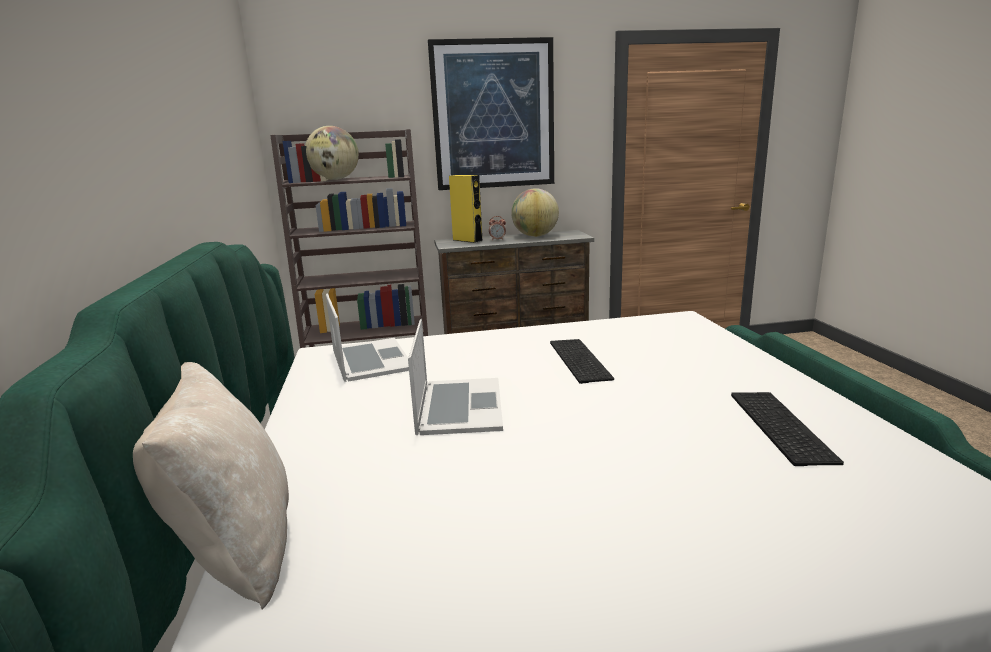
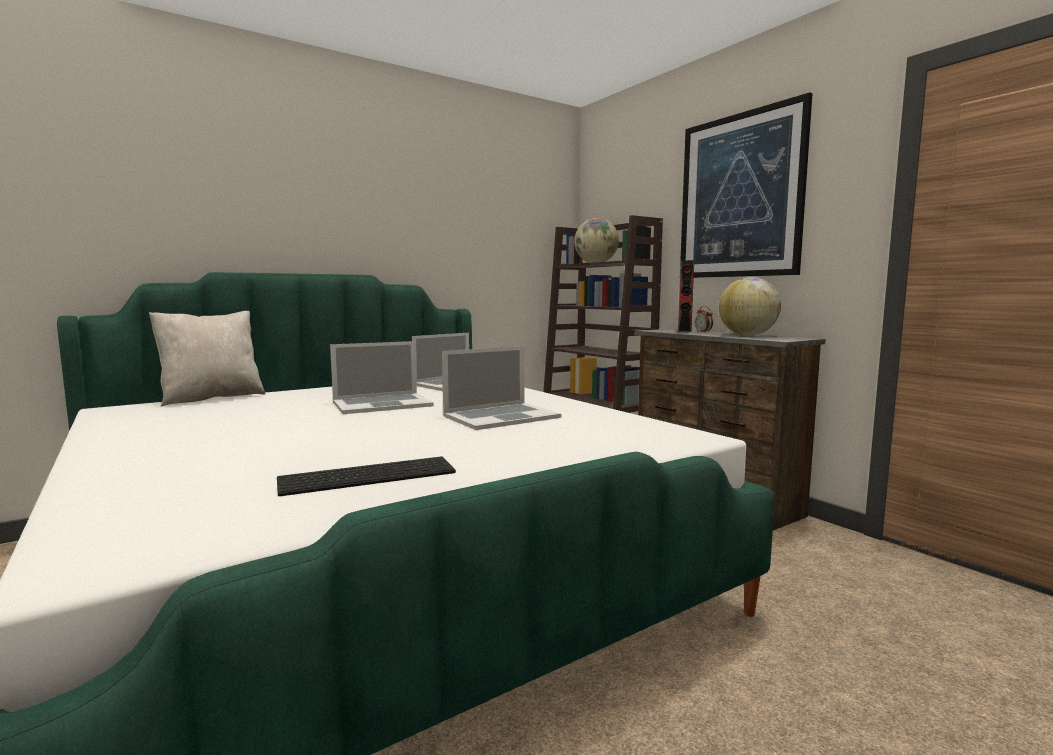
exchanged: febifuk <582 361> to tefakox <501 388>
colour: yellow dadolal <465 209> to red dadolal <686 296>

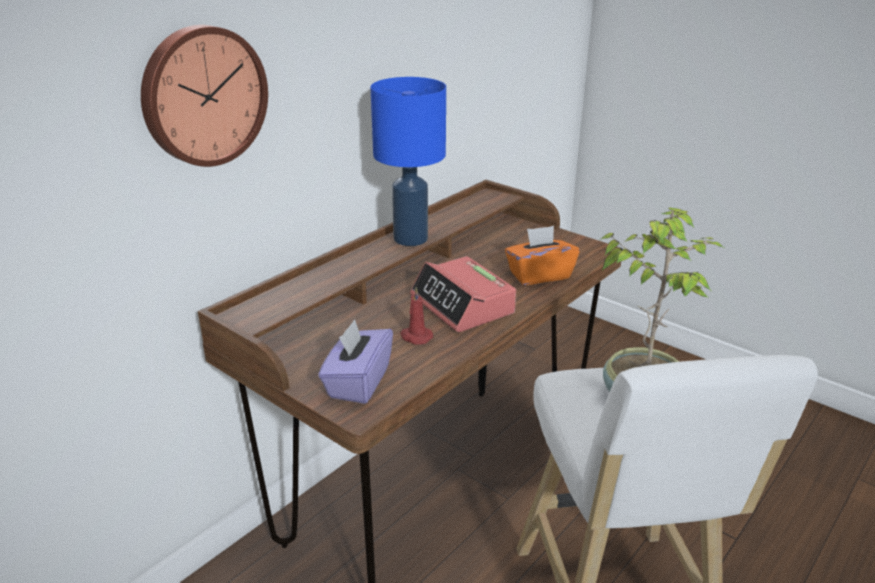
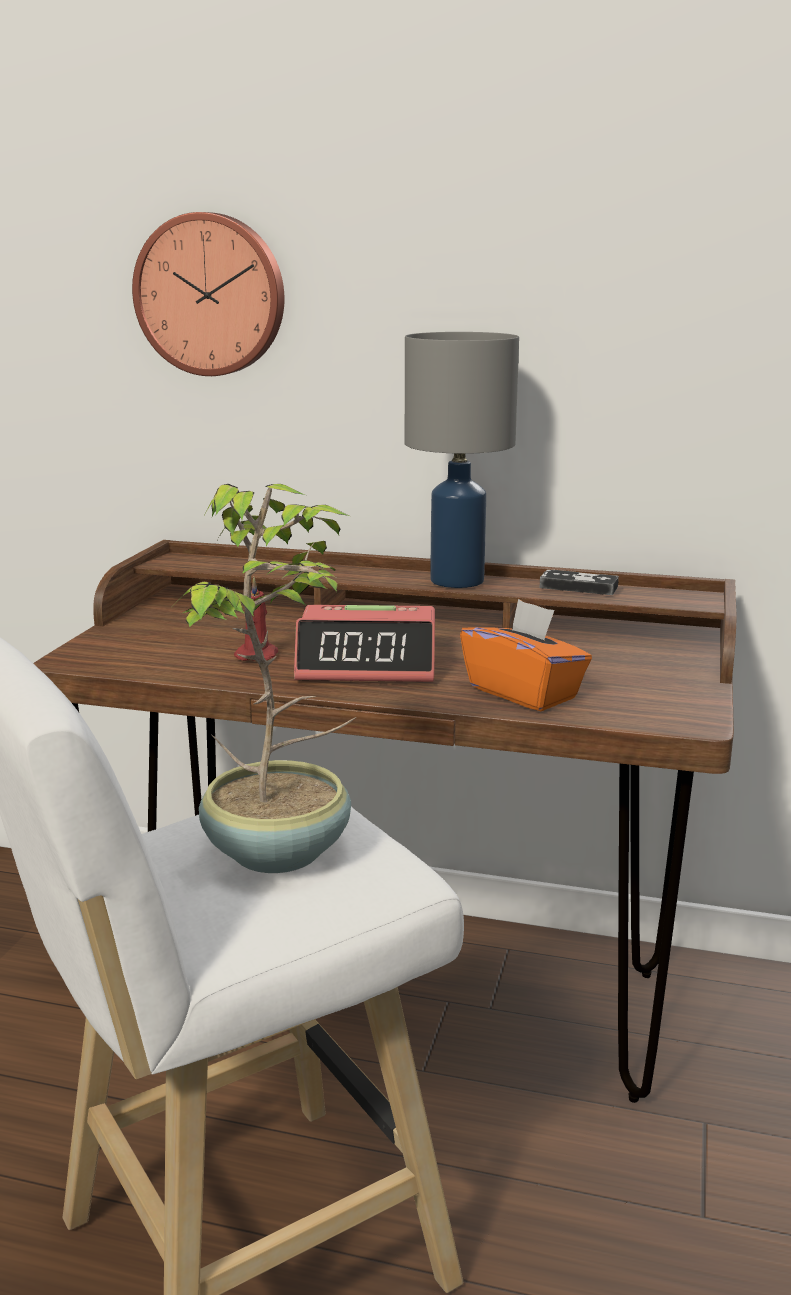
missing: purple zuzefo <355 361>
appeared: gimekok <579 582>
colour: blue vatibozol <408 161> to grey vatibozol <462 460>
spun: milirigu <463 294> = <364 643> 120 degrees counterclockwise

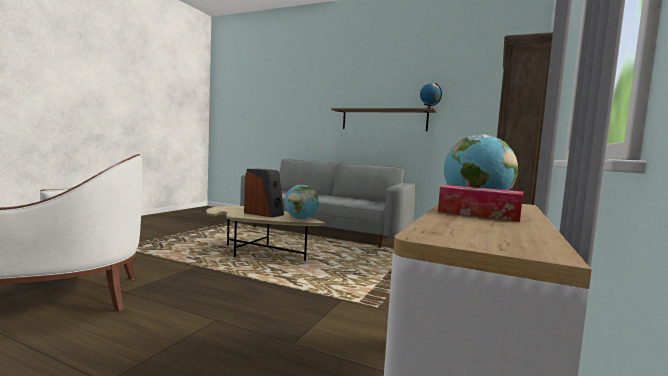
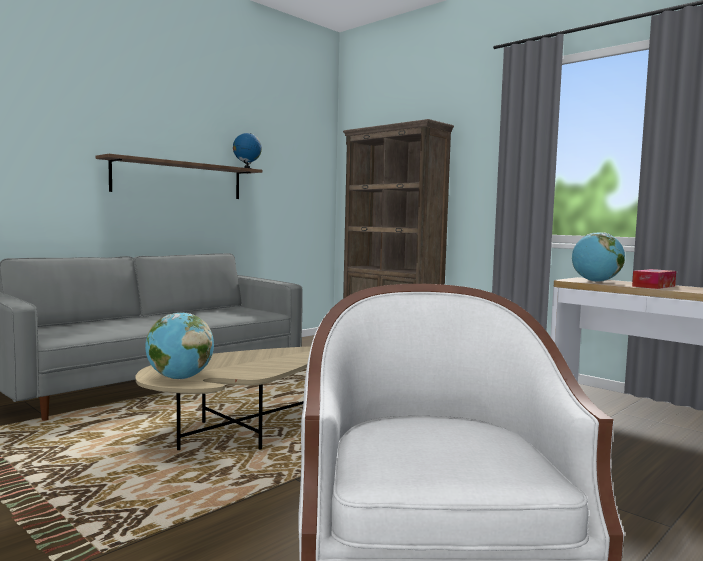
missing: dadolal <264 193>
relocated: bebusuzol <301 202> to <179 346>

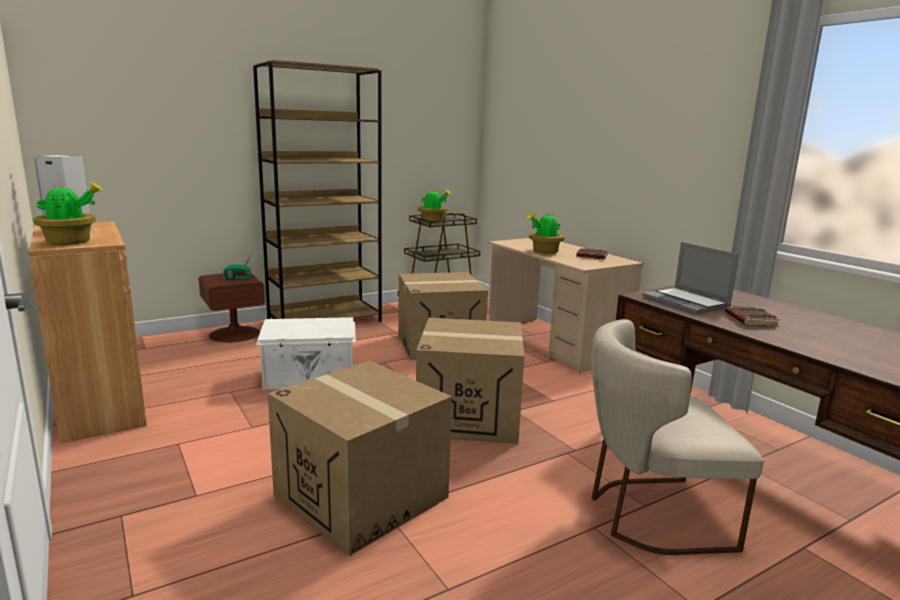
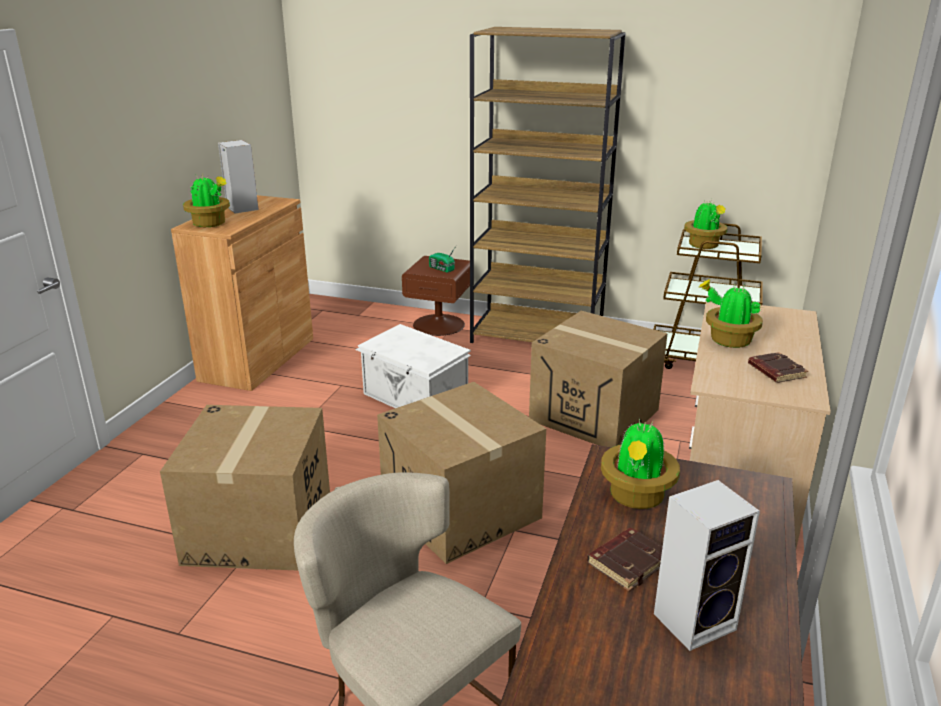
appeared: dadolal <707 565>
exchanged: tefakox <690 278> to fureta <640 464>

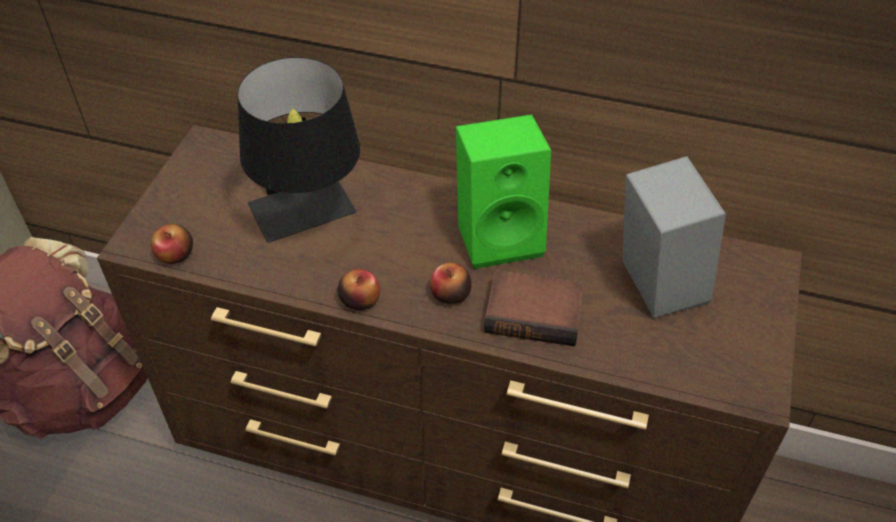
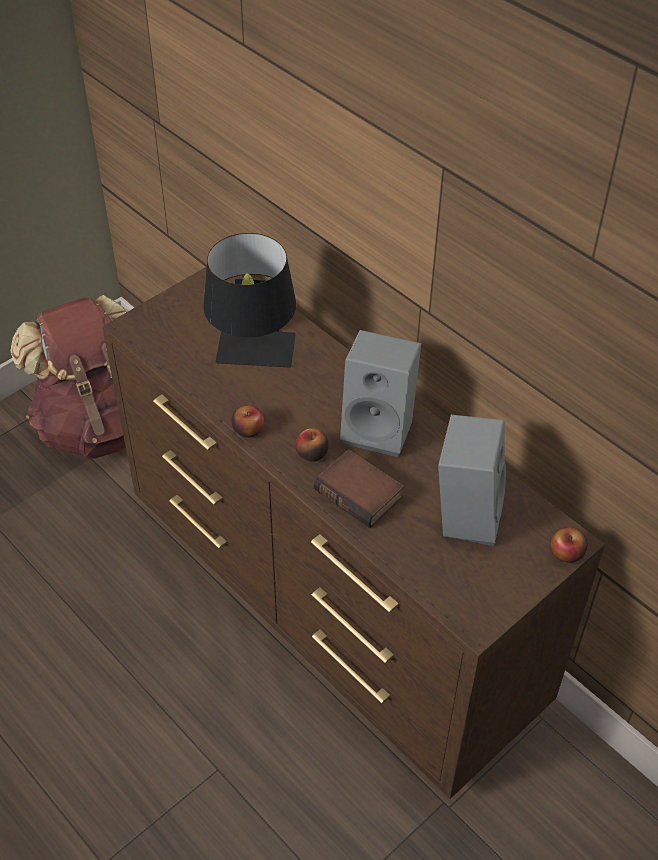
relocated: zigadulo <172 244> to <569 545>
colour: green dadolal <503 191> to grey dadolal <380 393>

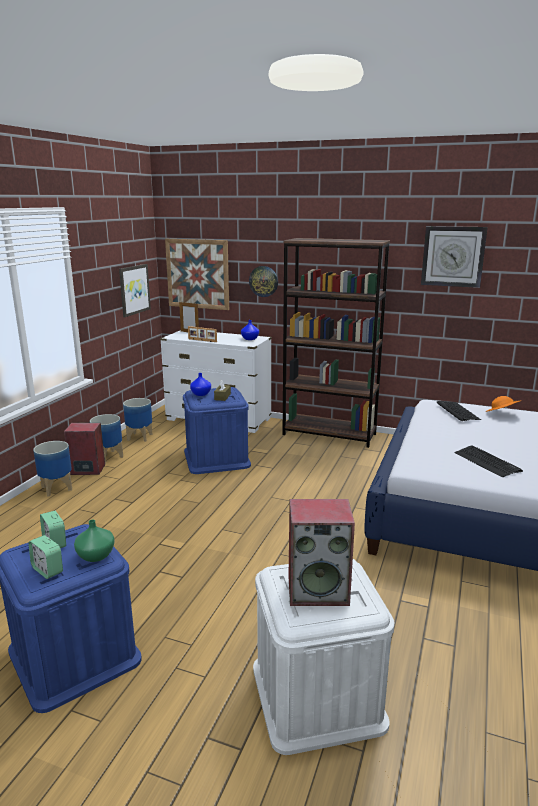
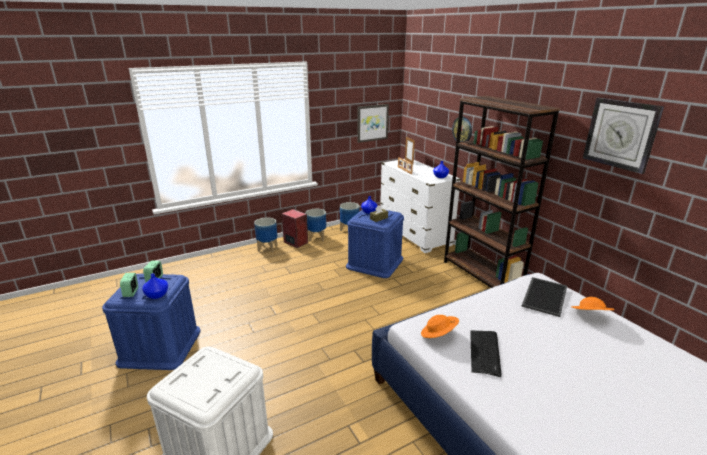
missing: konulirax <197 274>; dadolal <321 552>
appeared: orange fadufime <440 326>
exchanged: febifuk <458 411> to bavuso <544 297>
colour: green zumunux <94 541> to blue zumunux <155 286>

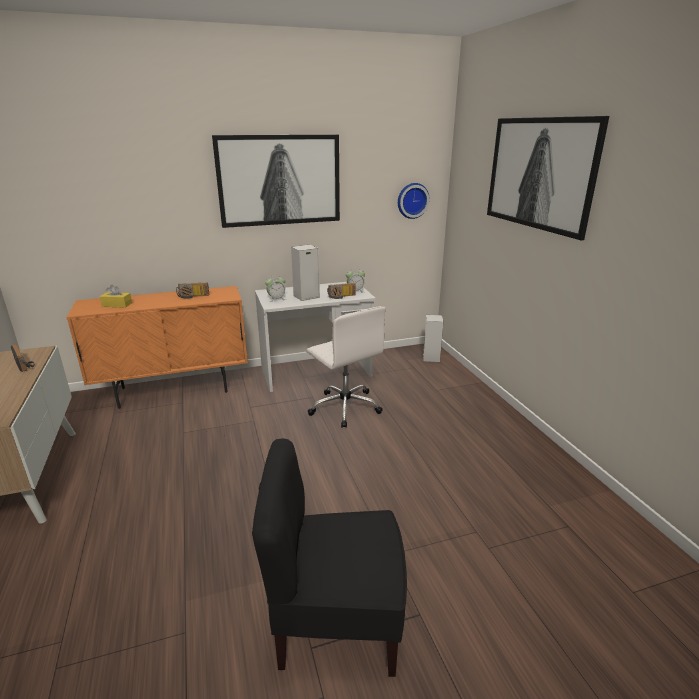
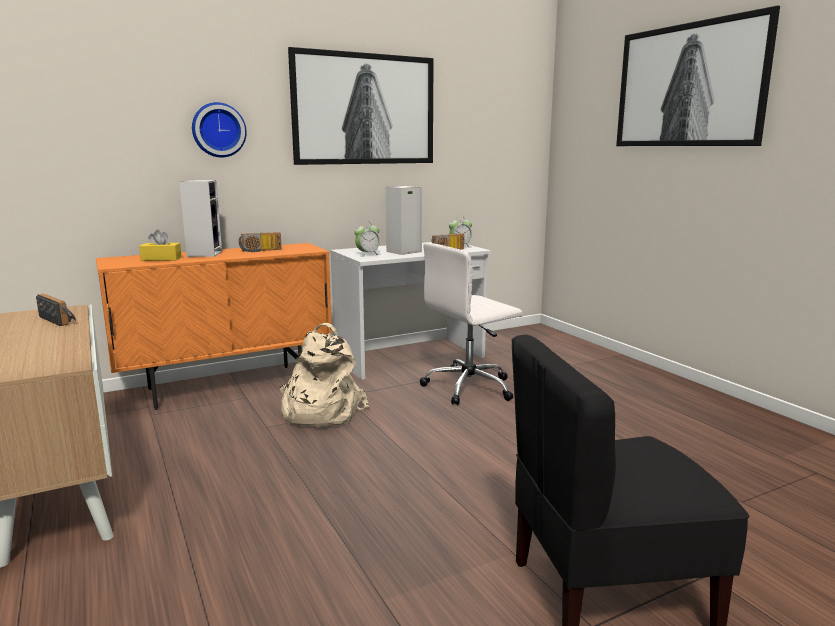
appeared: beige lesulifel <324 375>
relocated: dadolal <433 338> to <200 218>; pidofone <414 201> to <219 130>
spun: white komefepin <346 367> = <471 324> 105 degrees clockwise

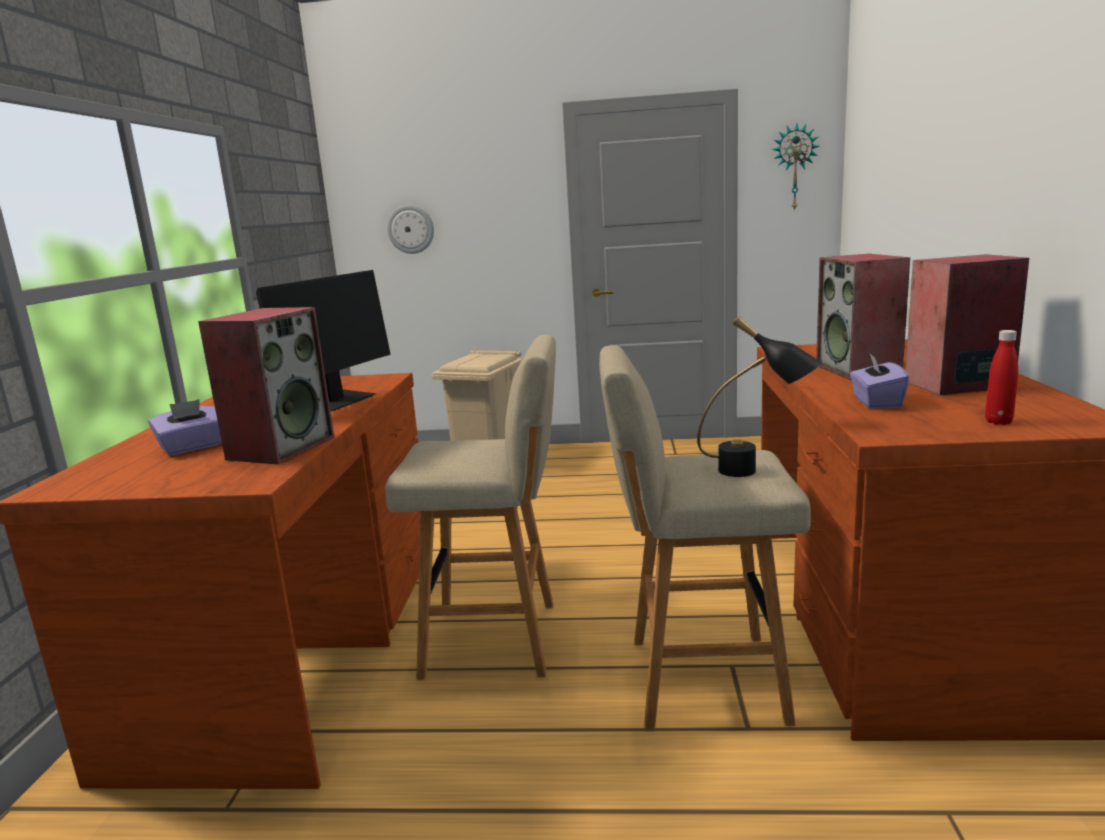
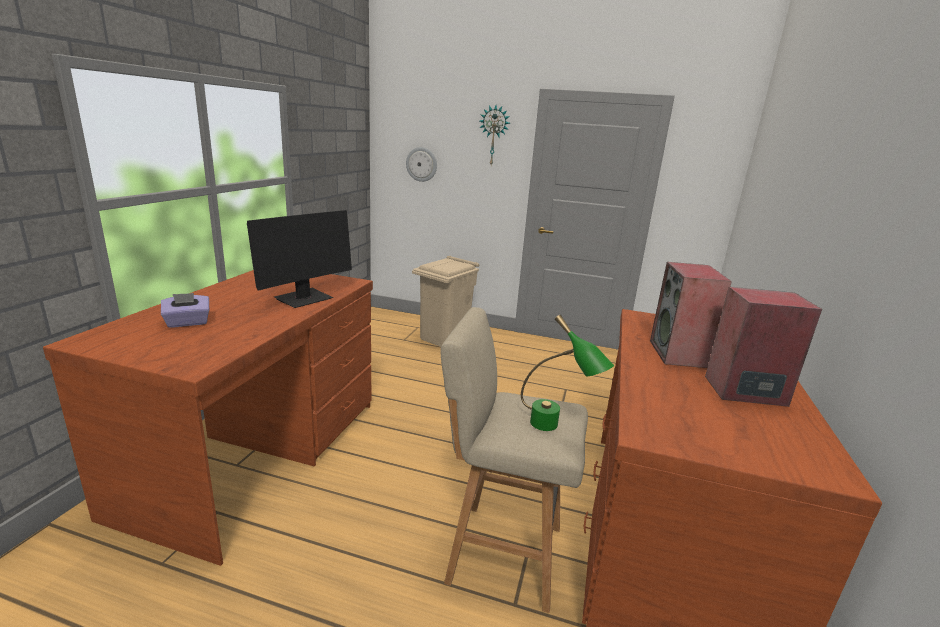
missing: dadolal <266 385>; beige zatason <470 507>; purple zuzefo <879 380>; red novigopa <1001 377>
relocated: pidofone <796 167> to <495 135>
colour: black vatibozol <759 396> to green vatibozol <567 373>

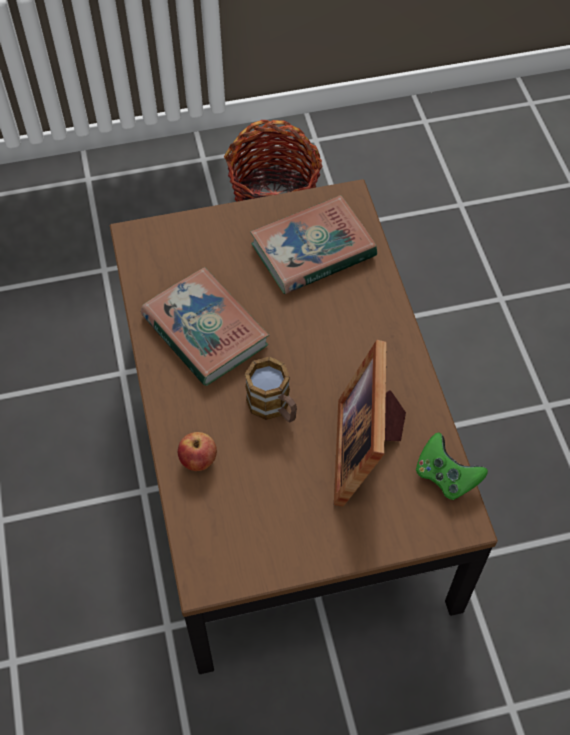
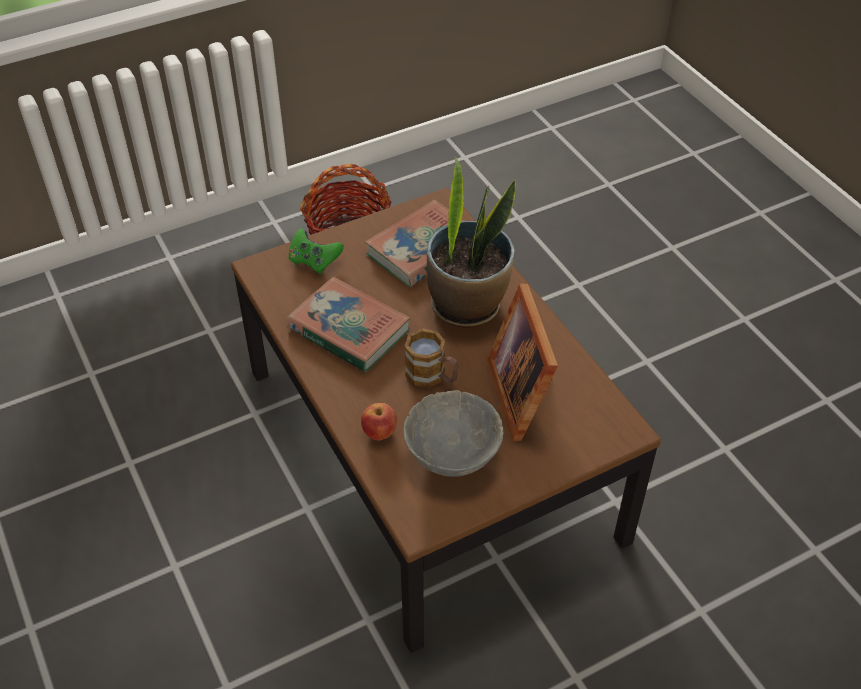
appeared: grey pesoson <453 433>; fureta <471 242>
relocated: green gimekok <452 466> to <316 251>

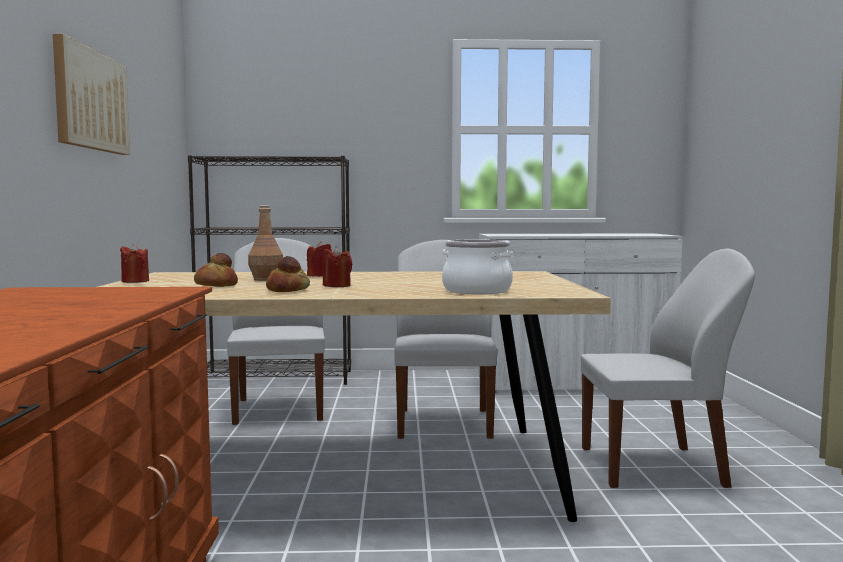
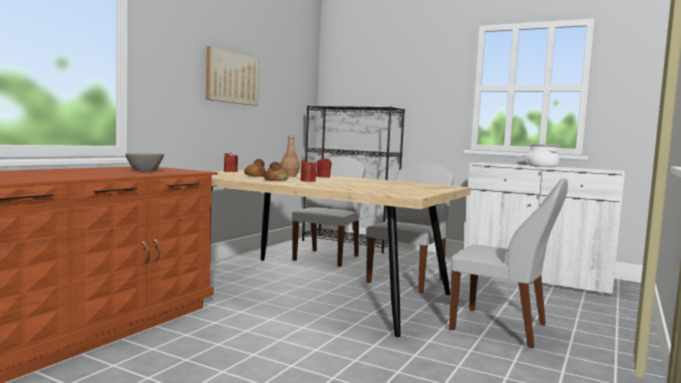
appeared: grey pesoson <145 162>
relocated: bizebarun <477 267> to <543 155>

